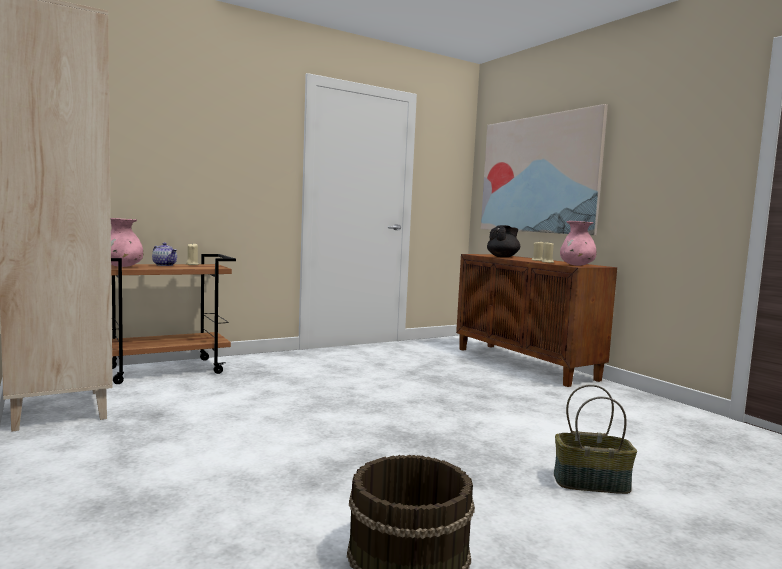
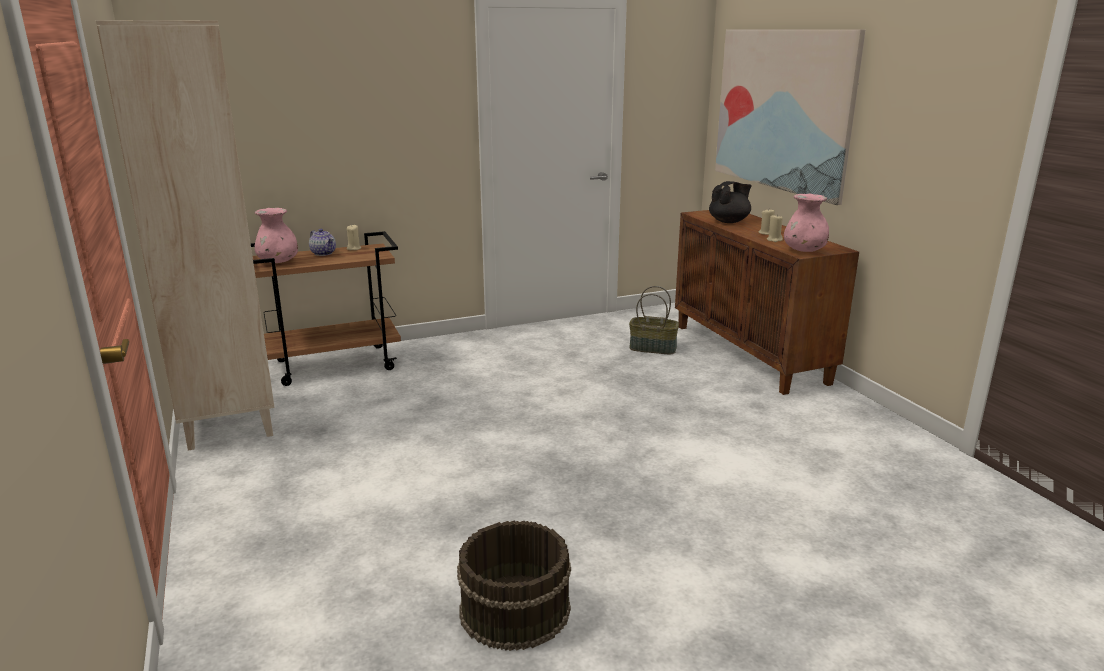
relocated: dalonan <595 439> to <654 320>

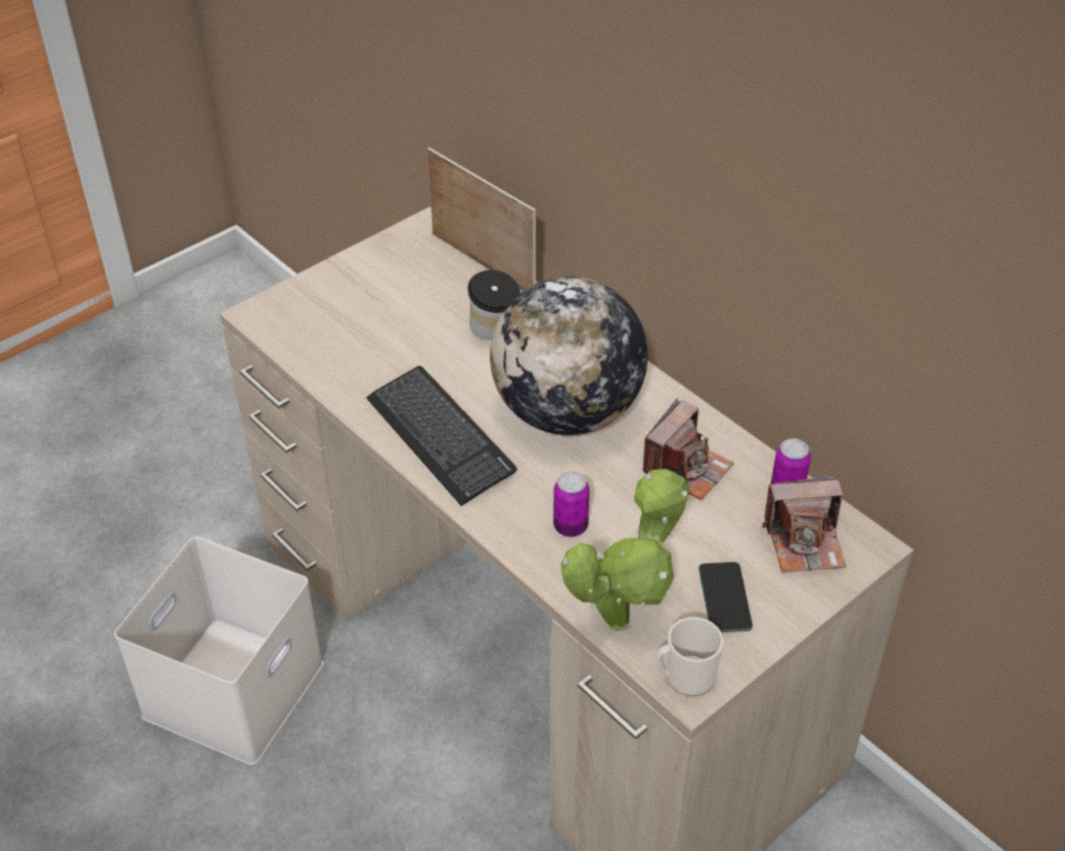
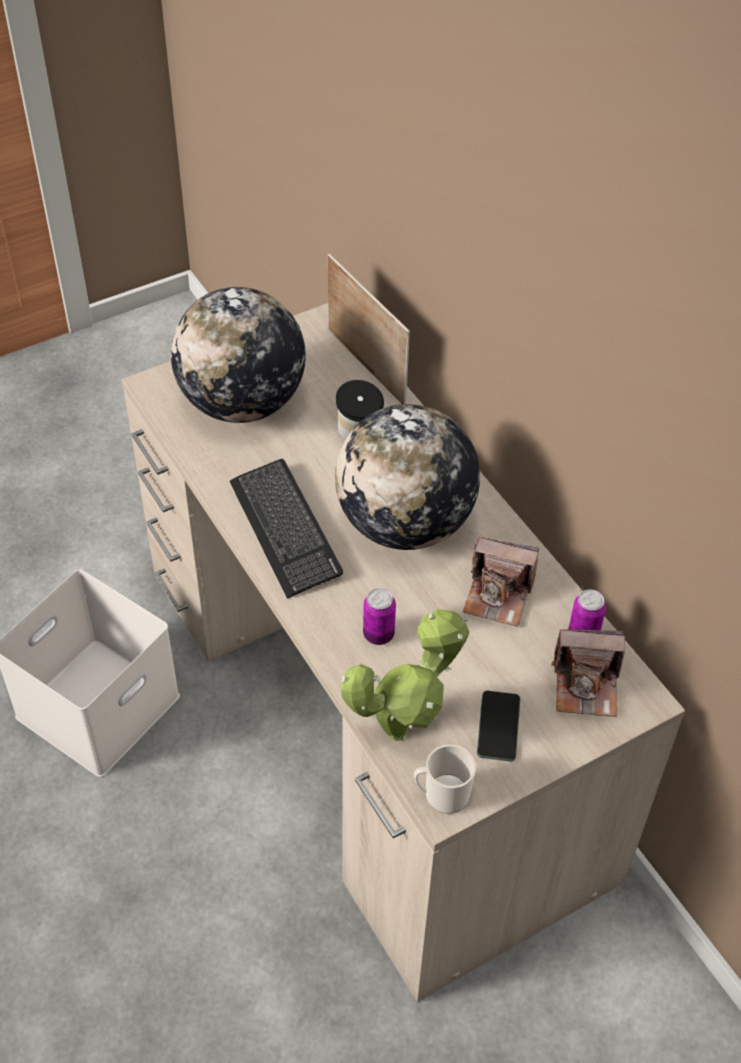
appeared: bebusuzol <238 355>
spun: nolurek <688 449> = <501 581> 60 degrees clockwise

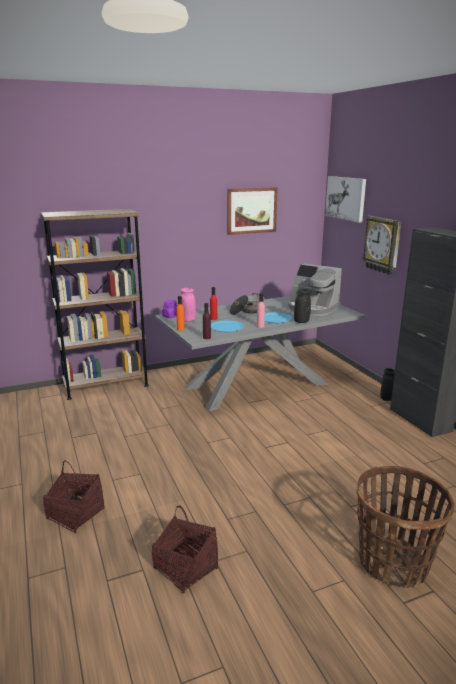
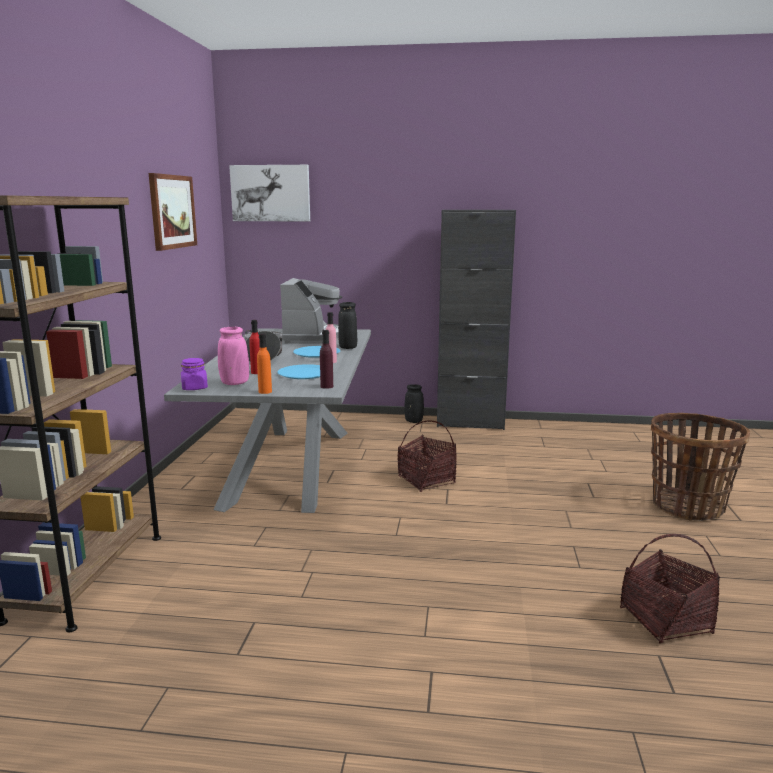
missing: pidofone <381 245>
relocated: dalonan <73 496> to <427 456>
spun: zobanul <315 290> = <311 311> 60 degrees counterclockwise

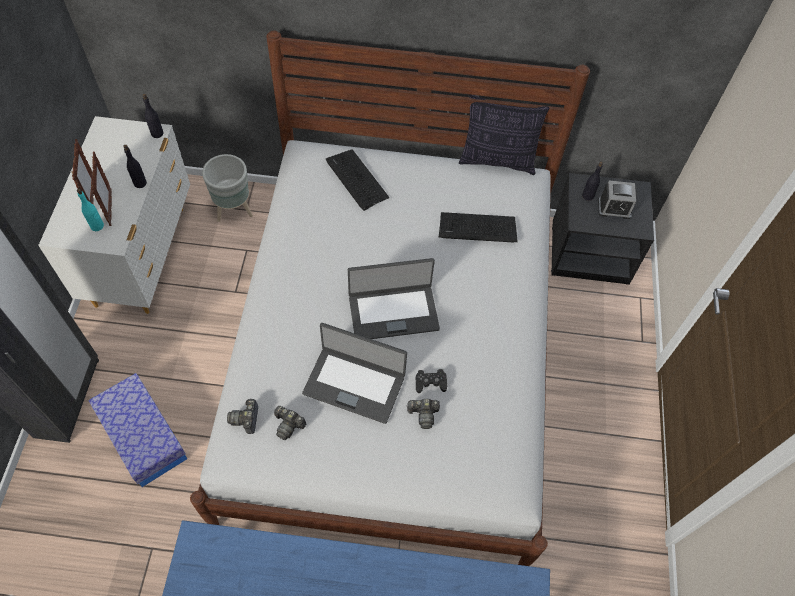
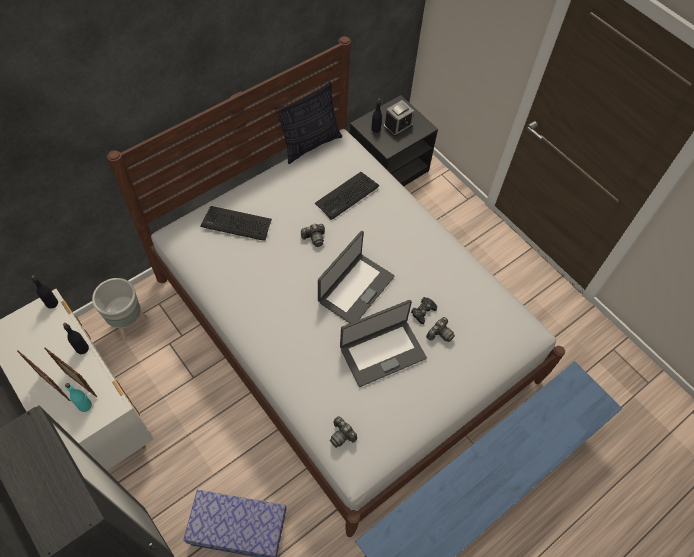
relocated: nolurek <290 423> to <312 235>

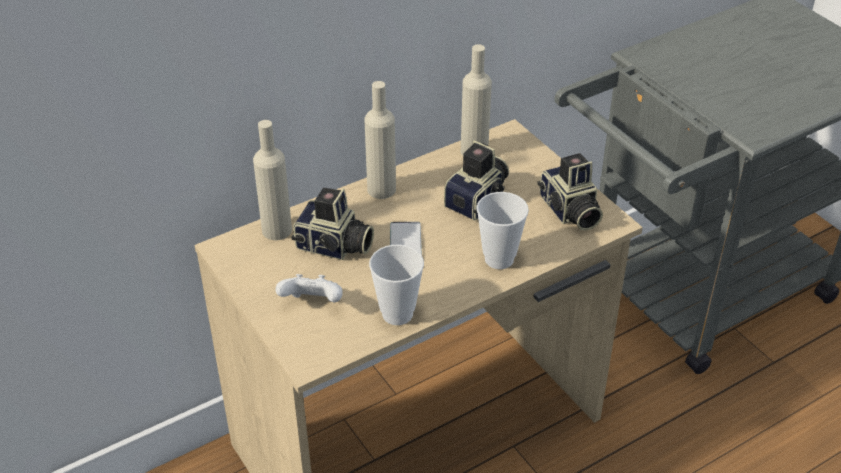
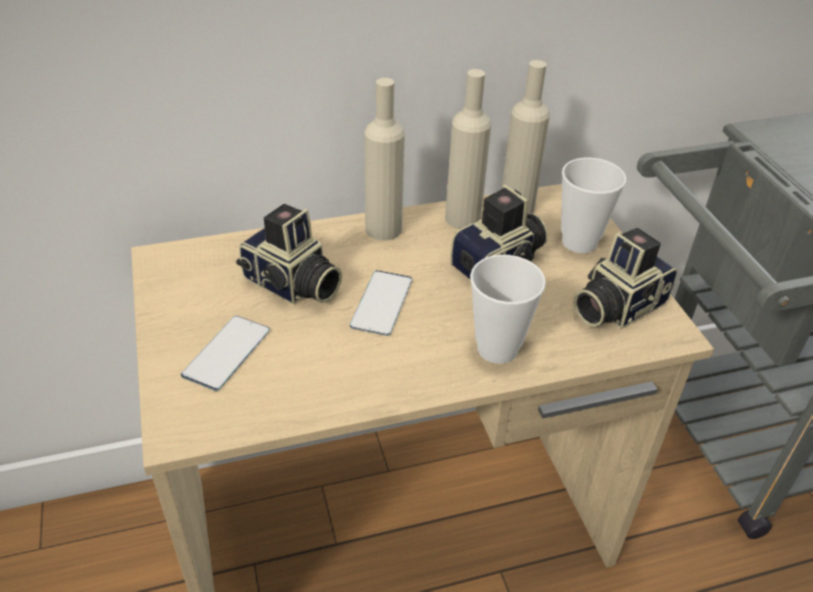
relocated: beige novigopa <272 180> to <468 149>; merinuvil <396 285> to <593 205>
exchanged: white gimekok <309 288> to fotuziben <225 353>
spun: nolurek <570 192> = <625 278> 60 degrees clockwise

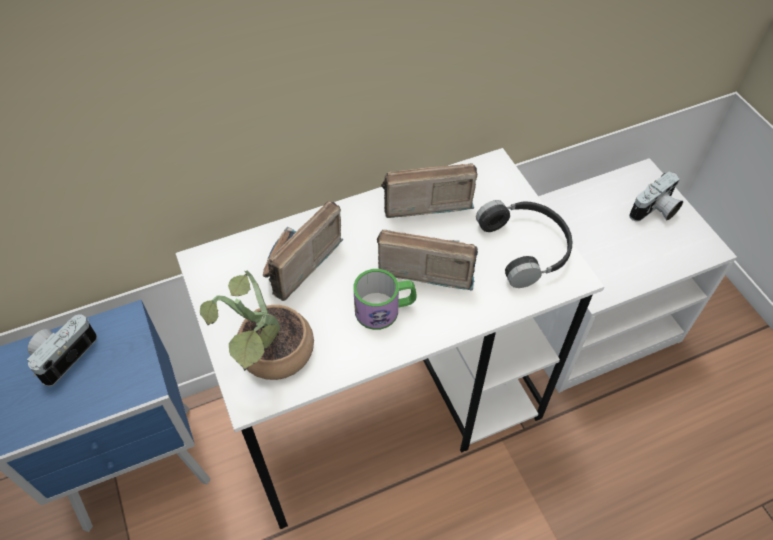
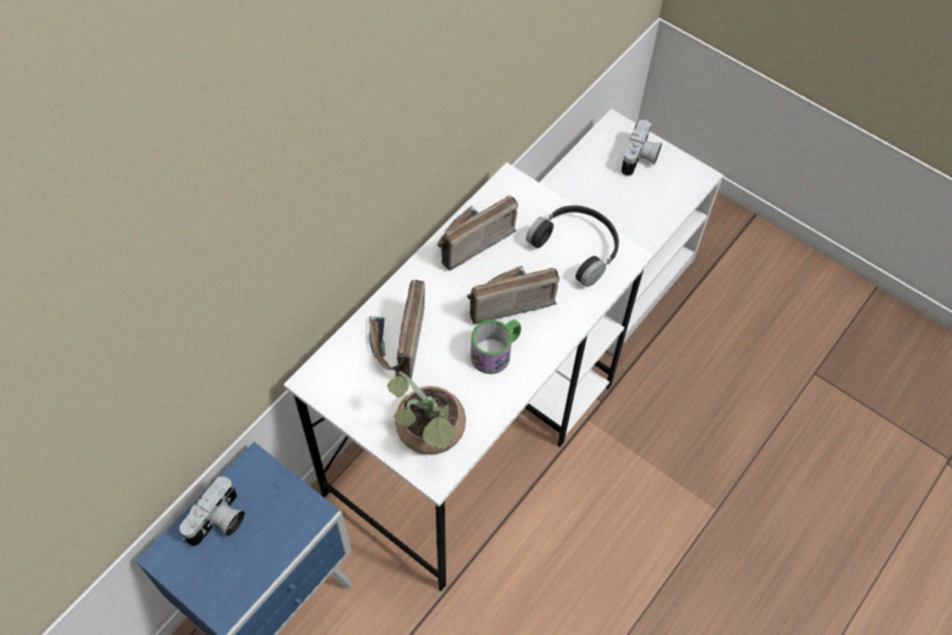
spun: nolurek <62 350> = <212 511> 150 degrees counterclockwise

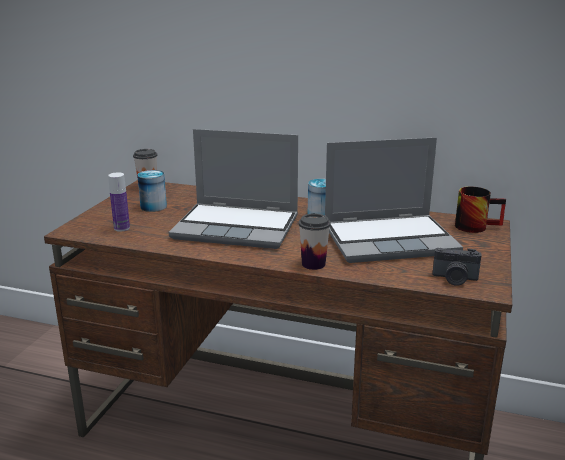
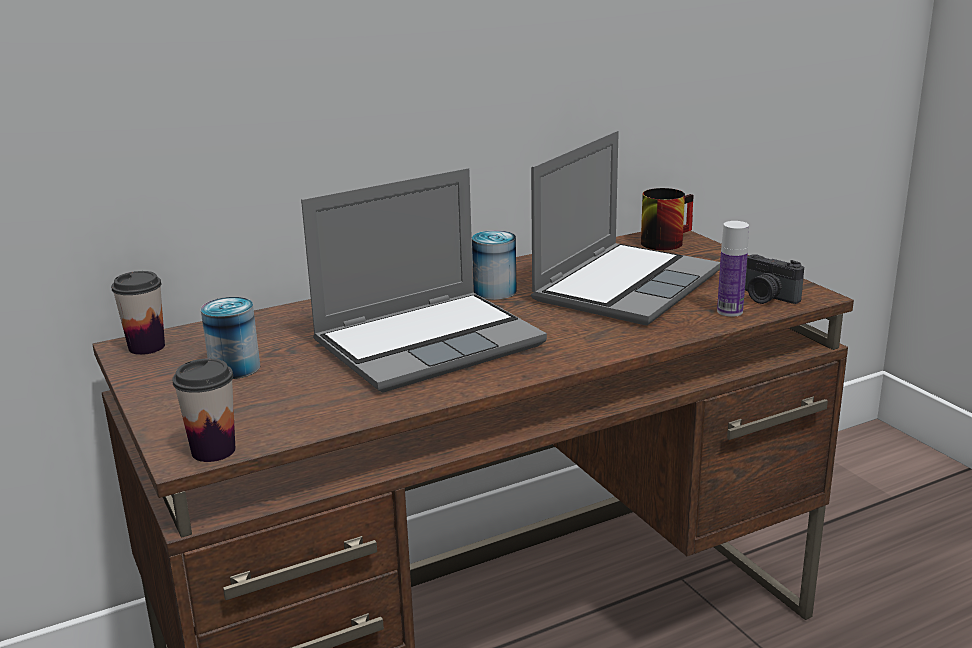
relocated: merinuvil <315 242> to <204 410>; novigopa <119 202> to <733 269>
spun: nolurek <456 267> = <774 279> 75 degrees clockwise

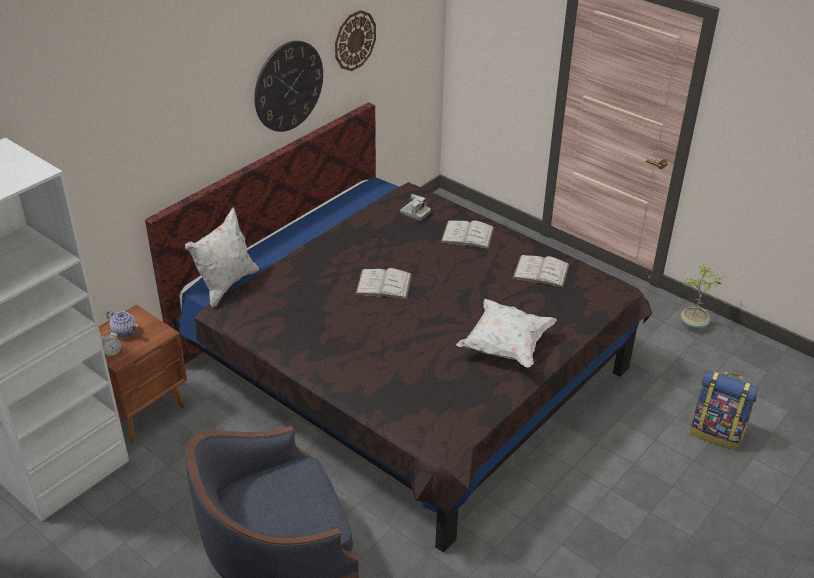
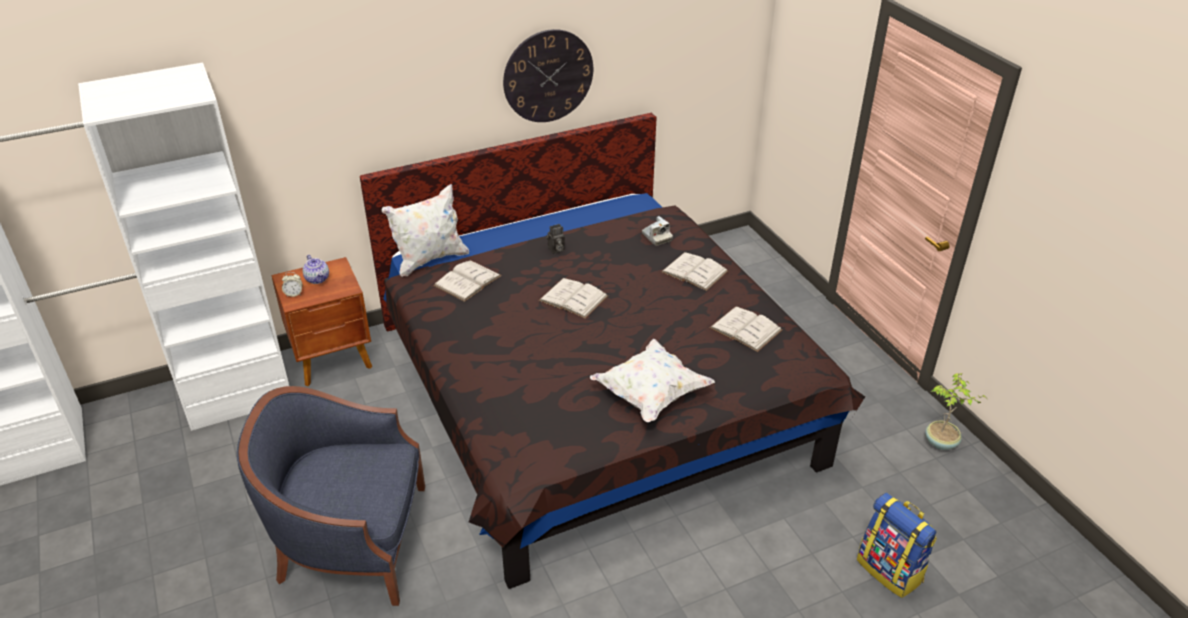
missing: pidofone <355 40>
appeared: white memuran <468 281>; nolurek <555 239>

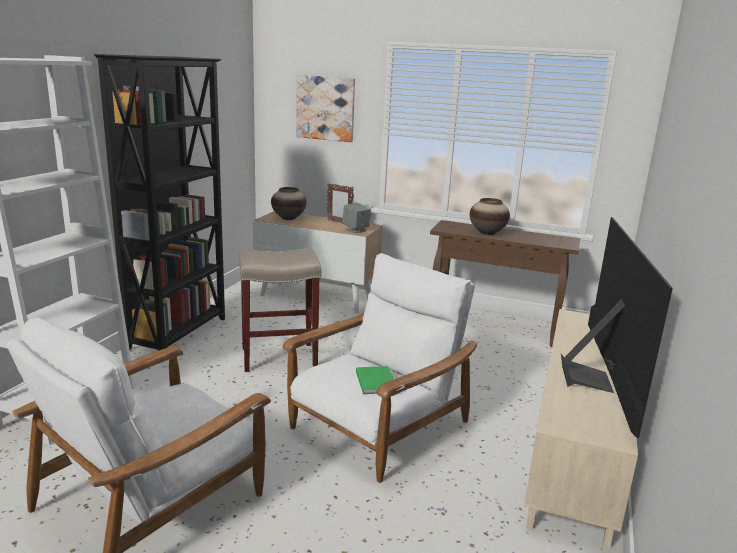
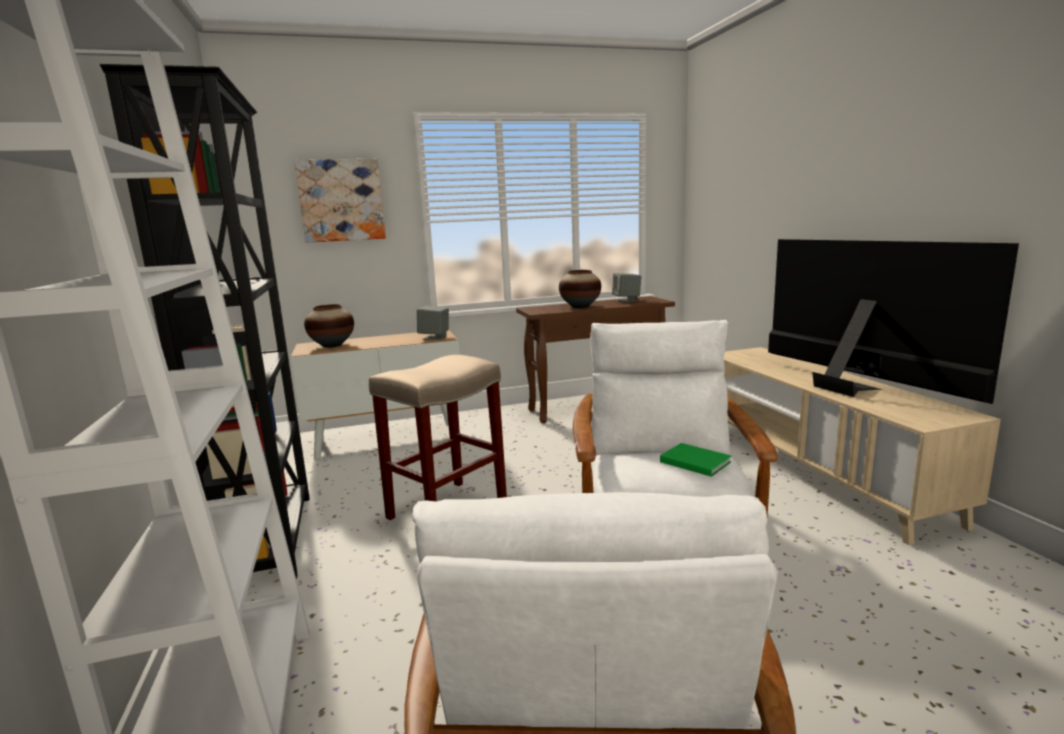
missing: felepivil <340 203>
appeared: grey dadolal <626 288>

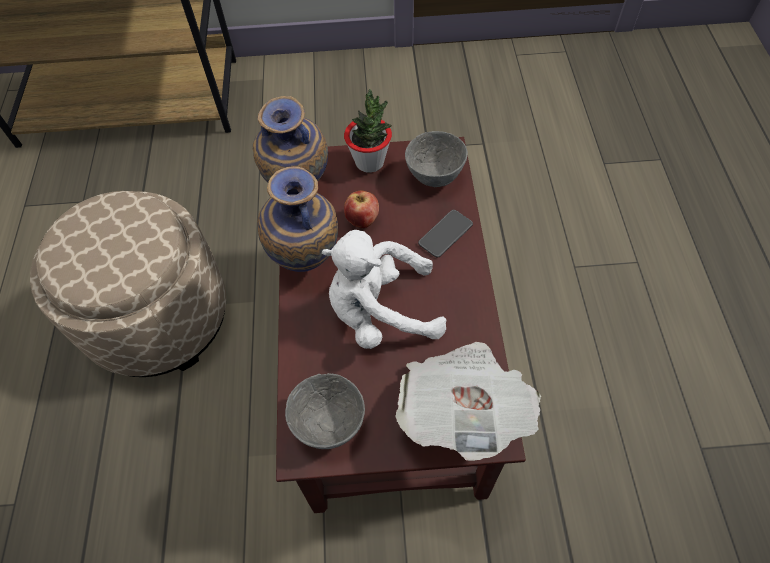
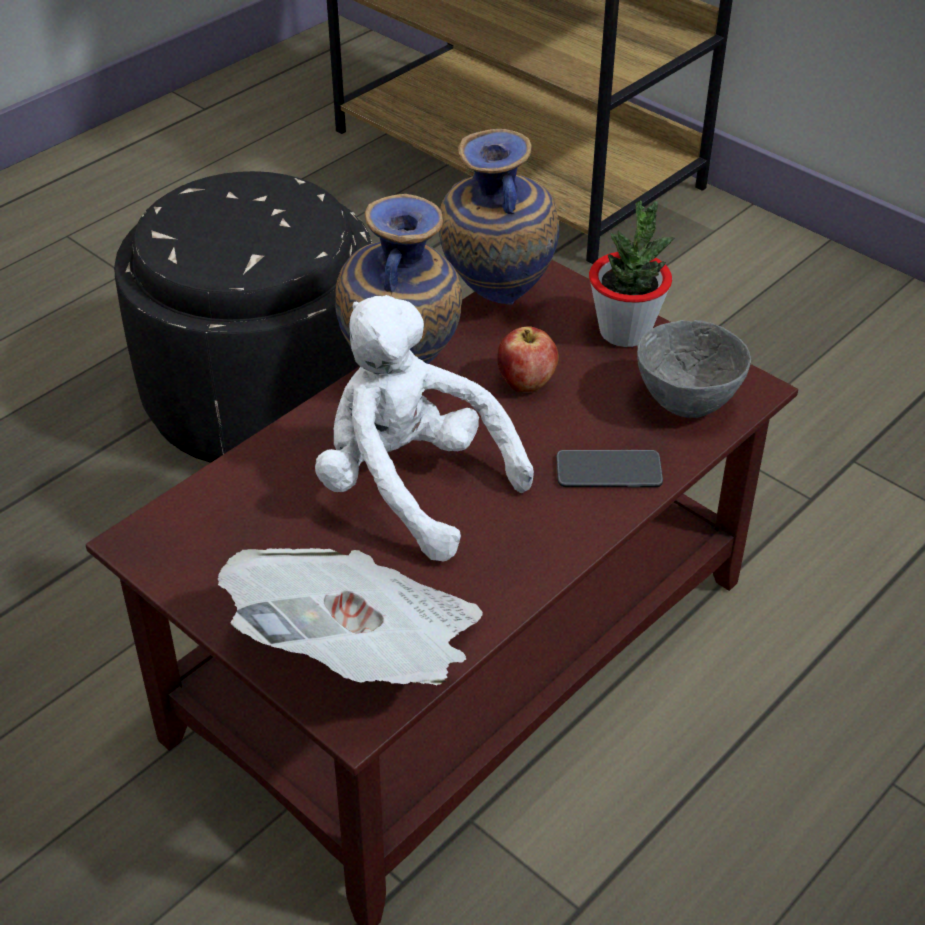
missing: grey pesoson <325 411>
colour: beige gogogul <128 284> to black gogogul <243 317>

